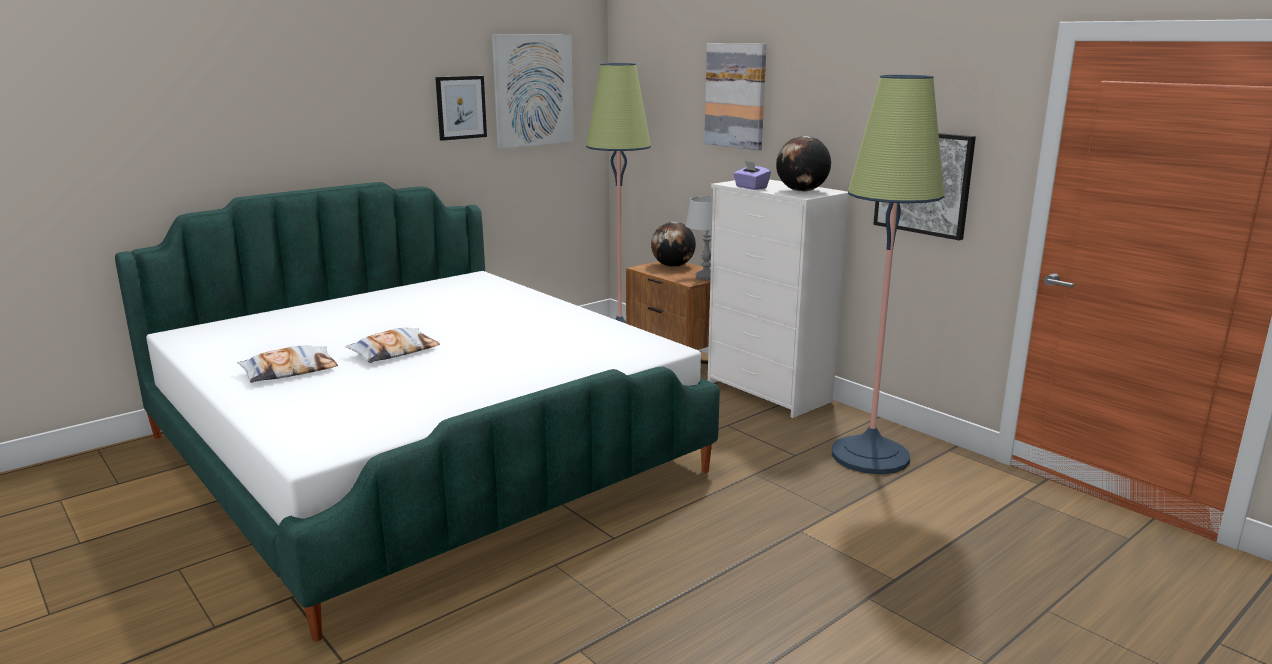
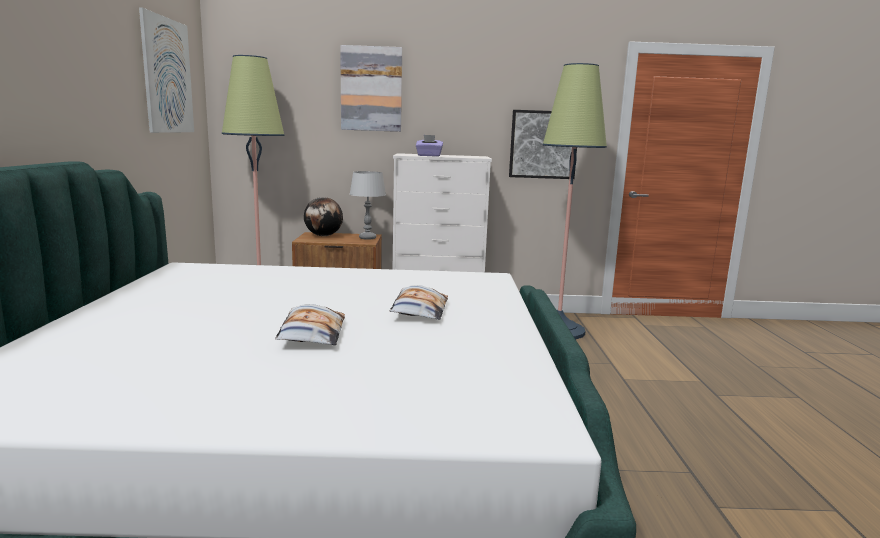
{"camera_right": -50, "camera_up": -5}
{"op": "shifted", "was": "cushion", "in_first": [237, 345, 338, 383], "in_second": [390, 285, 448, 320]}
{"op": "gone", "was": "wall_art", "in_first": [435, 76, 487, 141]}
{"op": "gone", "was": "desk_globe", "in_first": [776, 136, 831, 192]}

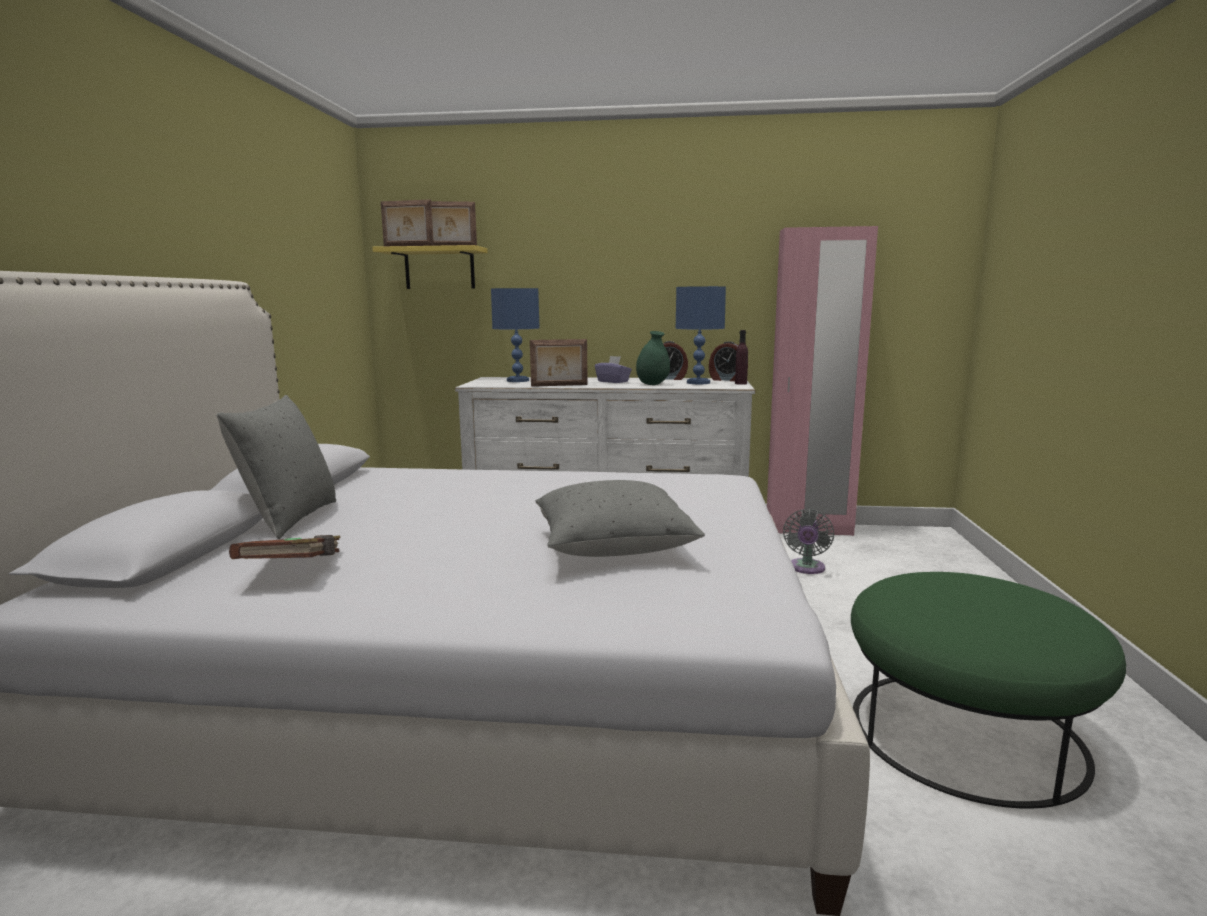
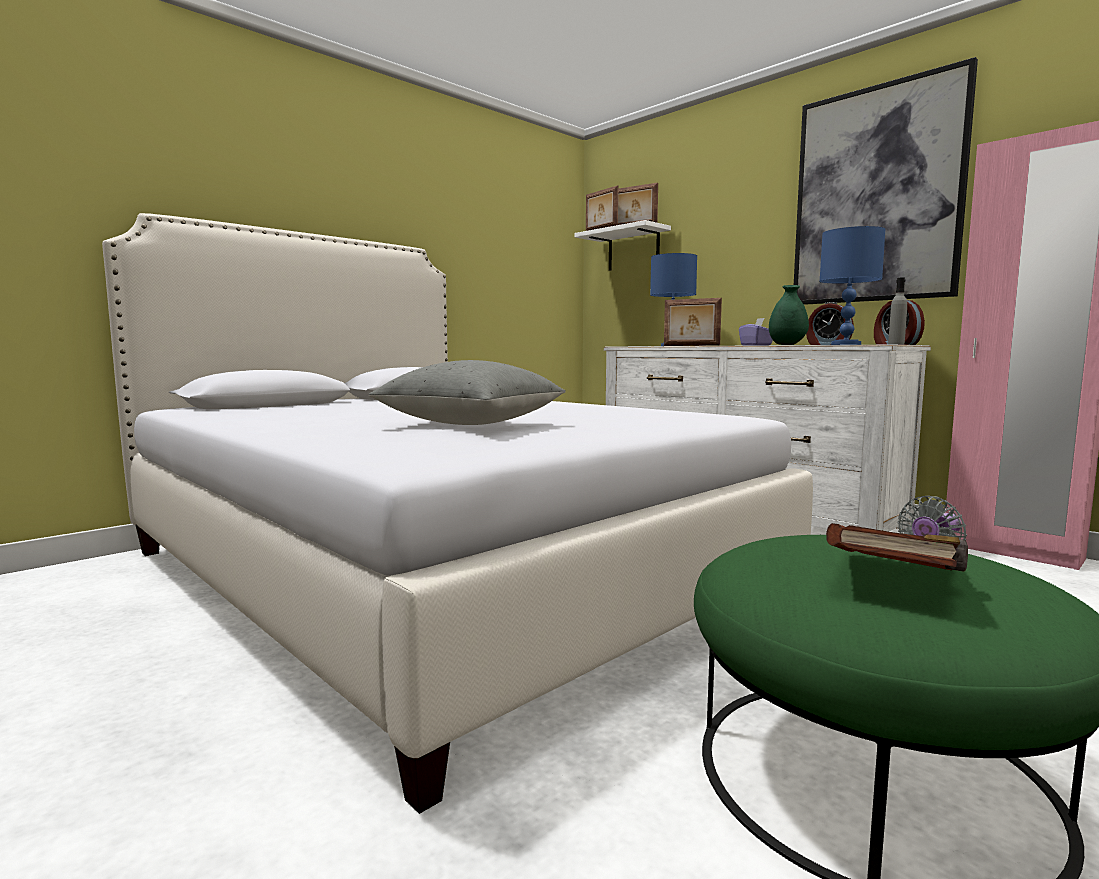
{"camera_right": 40, "camera_up": -5}
{"op": "repainted", "was": "yellowish_wall_shelf", "now": "white-coloured_wall_shelf", "in_first": [372, 245, 488, 289], "in_second": [575, 220, 671, 271]}
{"op": "new", "now": "wall_art", "in_second": [794, 57, 978, 305]}
{"op": "shifted", "was": "brown_volume", "in_first": [229, 535, 341, 559], "in_second": [826, 523, 968, 572]}
{"op": "repainted", "was": "purple_drink_bottle", "now": "gray_drink_bottle", "in_first": [735, 330, 748, 385], "in_second": [888, 277, 907, 345]}
{"op": "gone", "was": "gray_cushion", "in_first": [216, 395, 336, 539]}

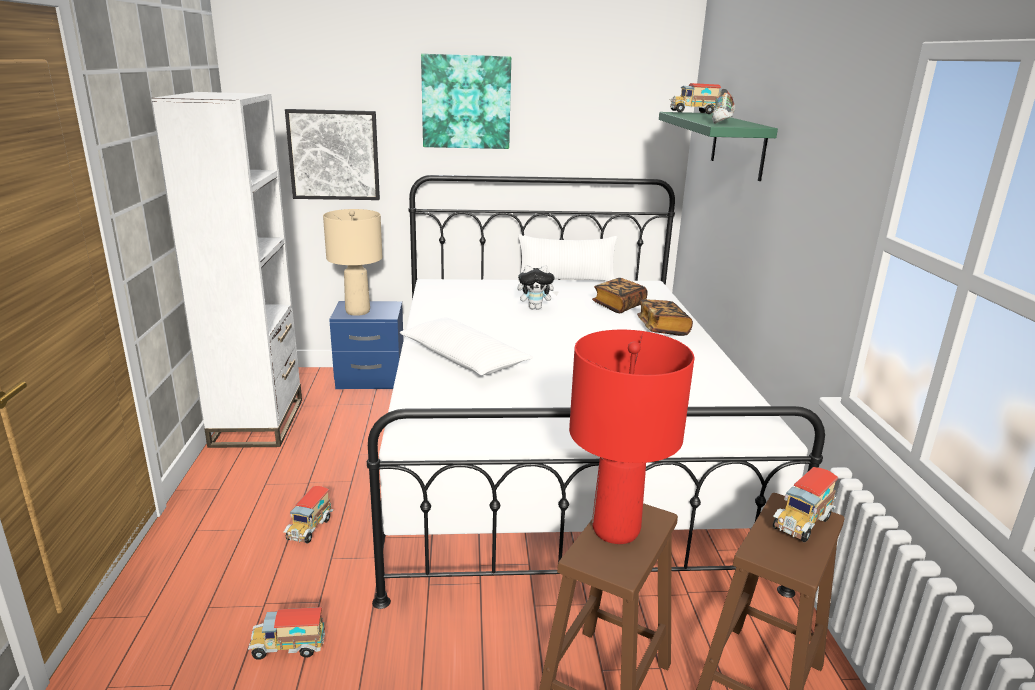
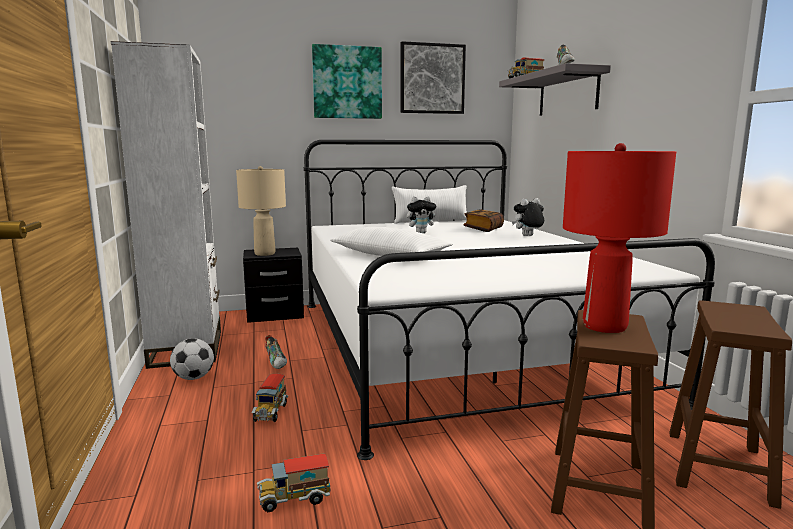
{"camera_right": -10, "camera_up": -10}
{"op": "new", "now": "football_ball", "in_second": [170, 338, 214, 380]}
{"op": "repainted", "was": "blue-coloured_night_table", "now": "blackish_night_table", "in_first": [329, 301, 404, 389], "in_second": [243, 248, 304, 323]}
{"op": "new", "now": "shoe", "in_second": [265, 335, 287, 369]}
{"op": "shifted", "was": "wall_art", "in_first": [285, 109, 380, 200], "in_second": [400, 41, 466, 114]}
{"op": "repainted", "was": "green-coloured_wall_shelf", "now": "gray_wall_shelf", "in_first": [659, 112, 778, 181], "in_second": [499, 63, 611, 116]}
{"op": "swapped", "was": "volume", "now": "soft_toy", "in_first": [637, 299, 693, 336], "in_second": [512, 198, 544, 236]}
{"op": "gone", "was": "model_truck", "in_first": [773, 467, 838, 542]}

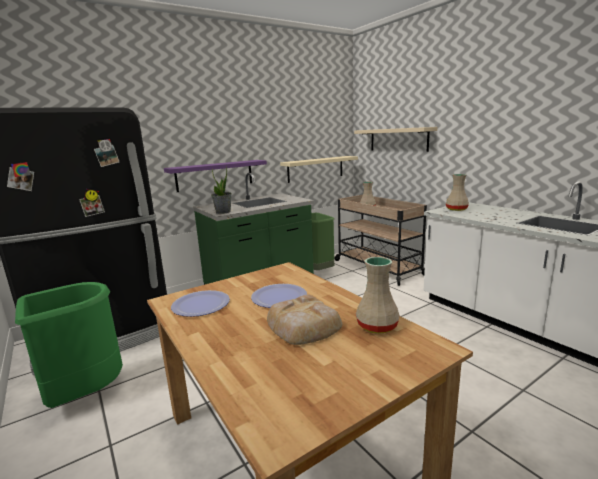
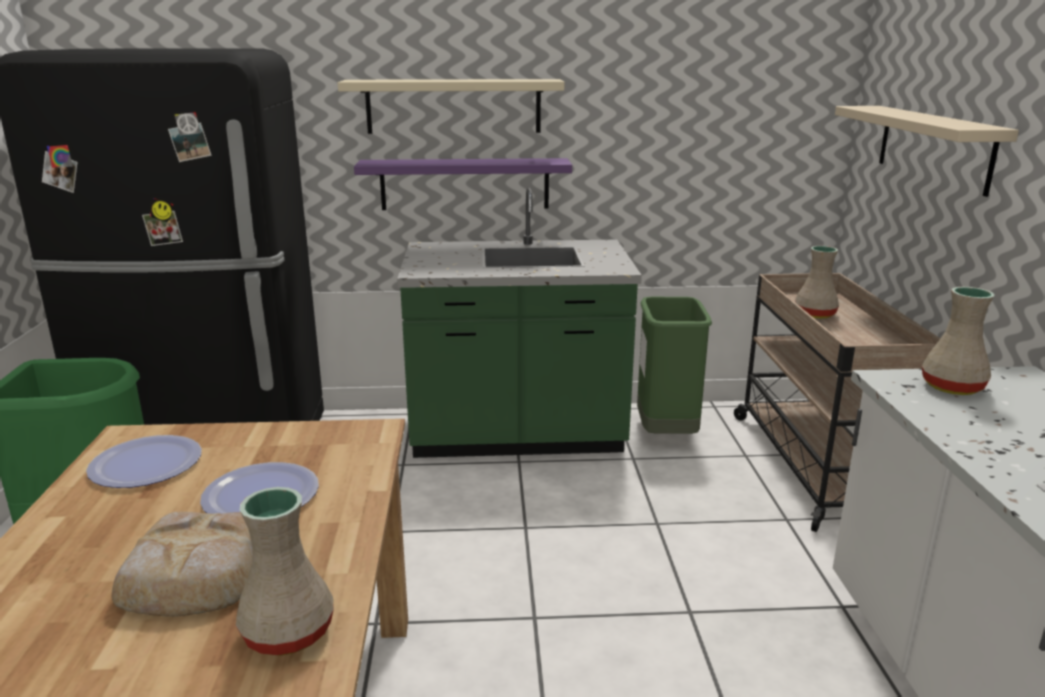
{"camera_right": 30, "camera_up": 5}
{"op": "shifted", "was": "beige_wall_shelf", "in_first": [280, 156, 358, 183], "in_second": [338, 79, 564, 134]}
{"op": "gone", "was": "plant_in_a_pot", "in_first": [211, 166, 232, 214]}

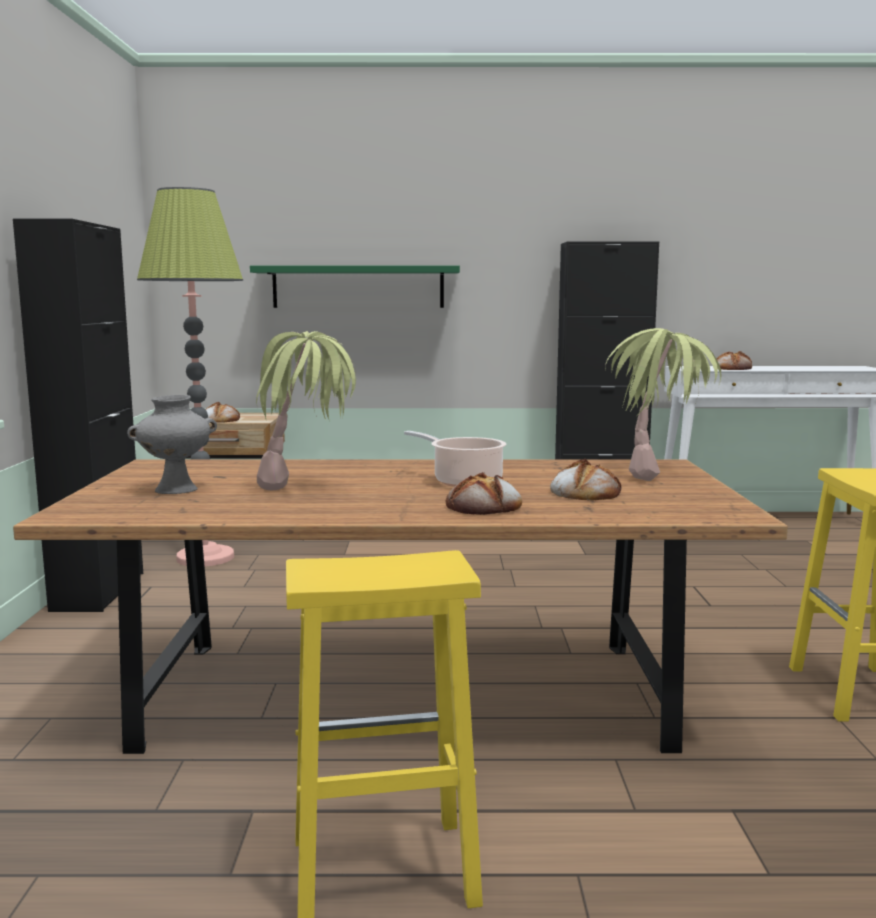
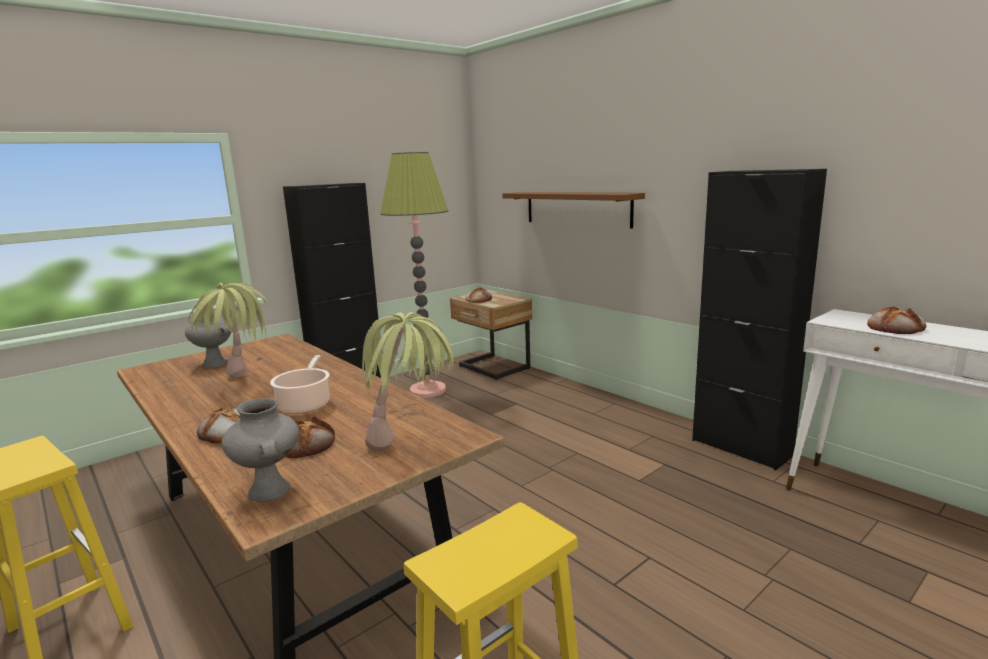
{"camera_right": 50, "camera_up": 5}
{"op": "new", "now": "gray_flower_vase", "in_second": [222, 398, 299, 502]}
{"op": "repainted", "was": "green-coloured_wall_shelf", "now": "brown_wall_shelf", "in_first": [250, 265, 460, 308], "in_second": [502, 192, 645, 229]}

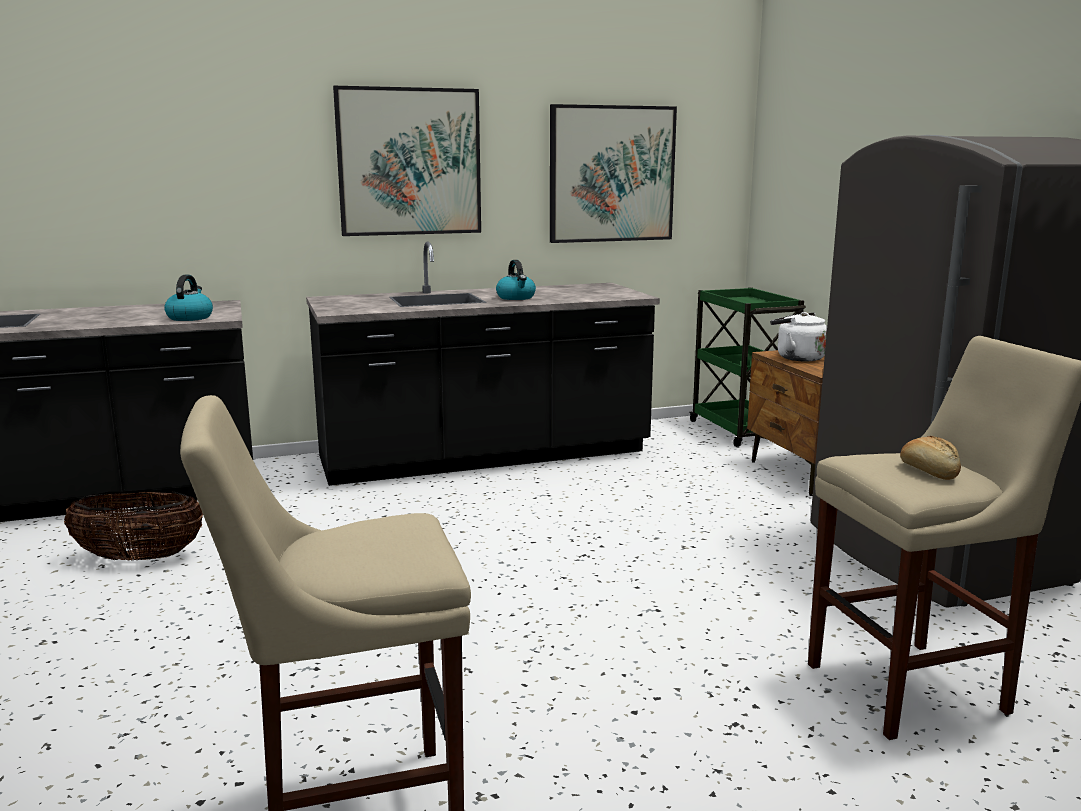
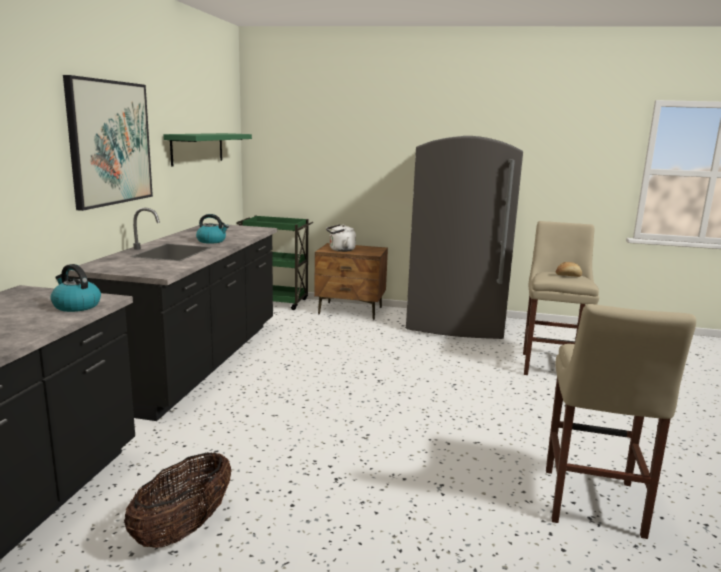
{"camera_right": -60, "camera_up": 0}
{"op": "swapped", "was": "wall_art", "now": "green-coloured_wall_shelf", "in_first": [550, 104, 677, 243], "in_second": [163, 133, 252, 166]}

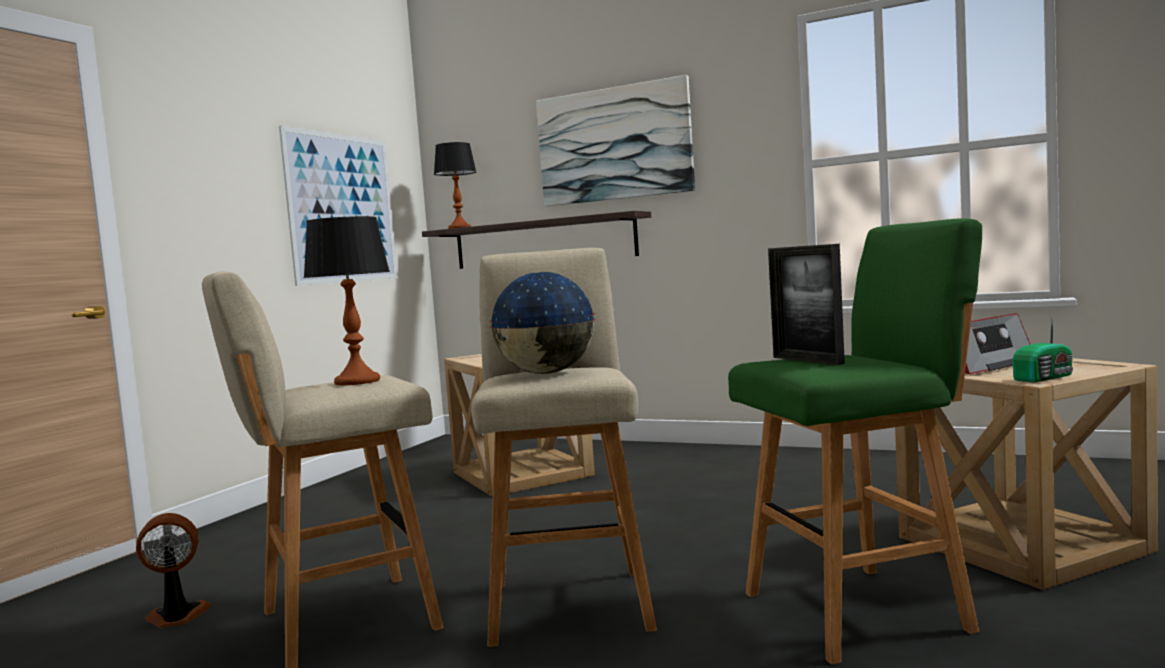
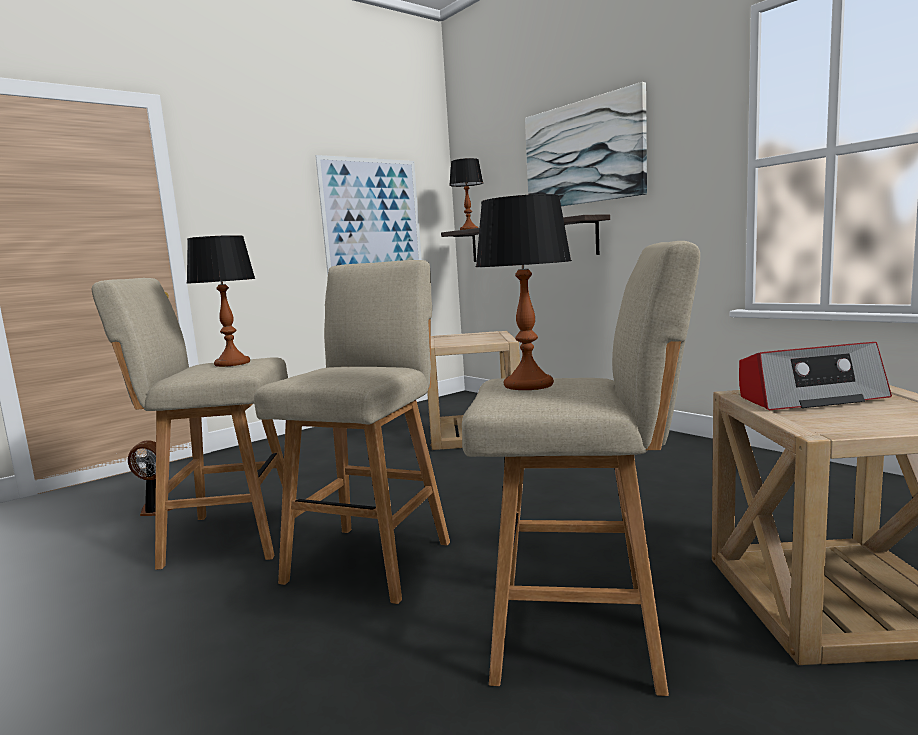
{"camera_right": 25, "camera_up": 5}
{"op": "repainted", "was": "green-coloured_sitting_stool", "now": "beige_sitting_stool", "in_first": [728, 219, 982, 665], "in_second": [462, 241, 700, 696]}
{"op": "swapped", "was": "picture_frame", "now": "lamp_for_a_table", "in_first": [768, 244, 845, 365], "in_second": [476, 194, 572, 390]}
{"op": "gone", "was": "desk_globe", "in_first": [489, 272, 596, 374]}
{"op": "gone", "was": "radio_receiver", "in_first": [1013, 314, 1073, 383]}

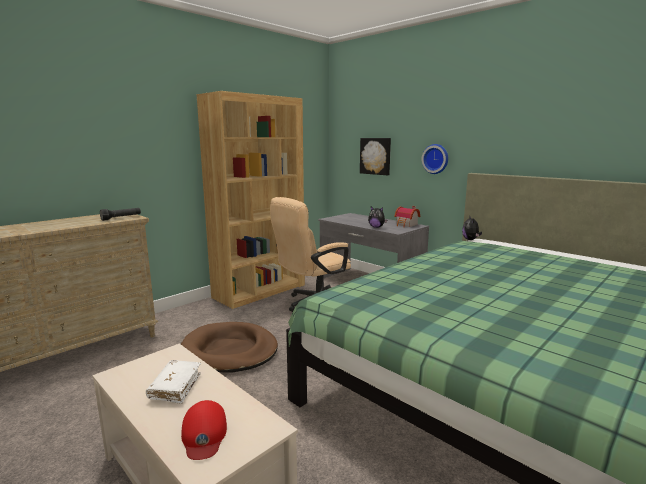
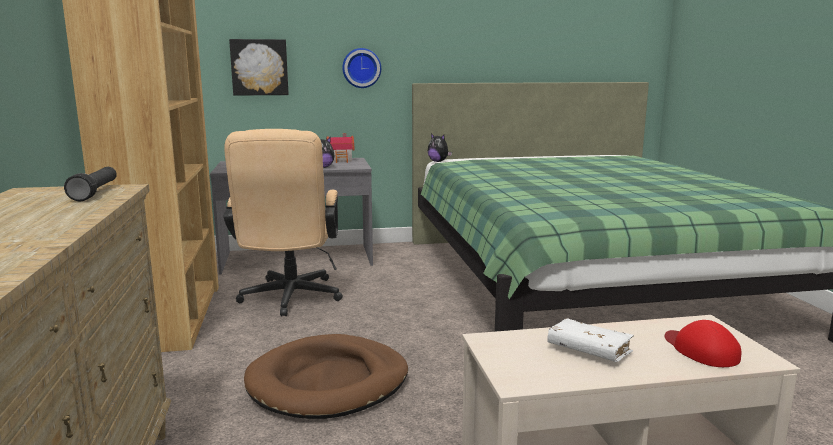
{"camera_right": -55, "camera_up": 0}
{"op": "rotated", "was": "reddish_peaked_cap", "in_first": [181, 400, 227, 460], "in_second": [664, 320, 741, 367], "clockwise": -135}

